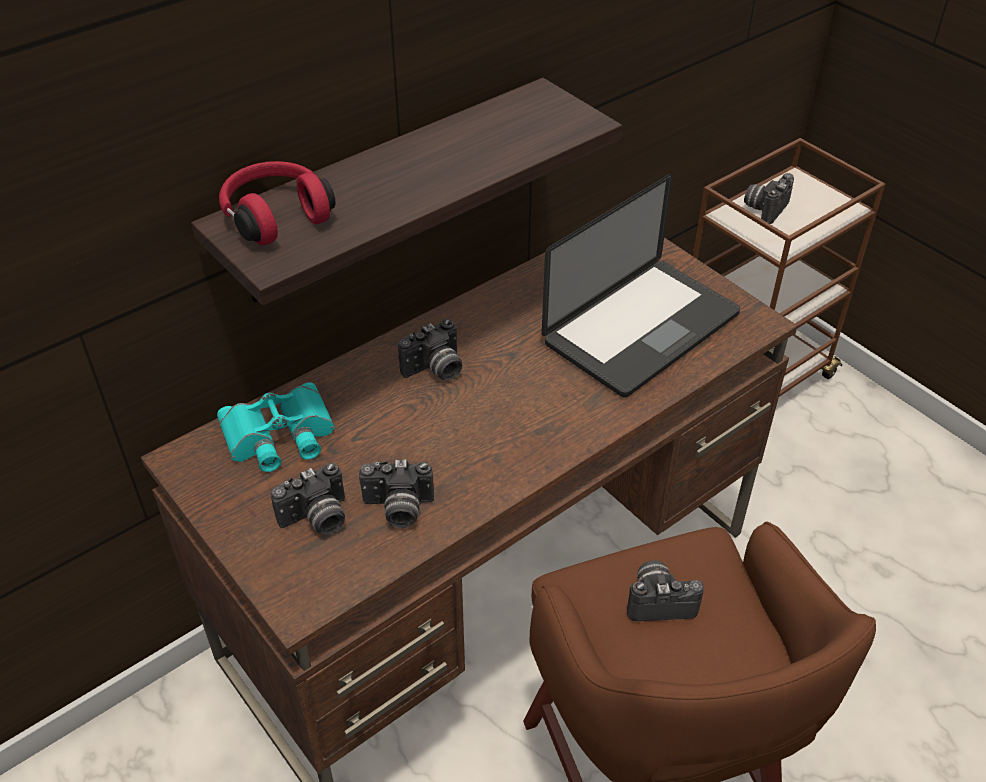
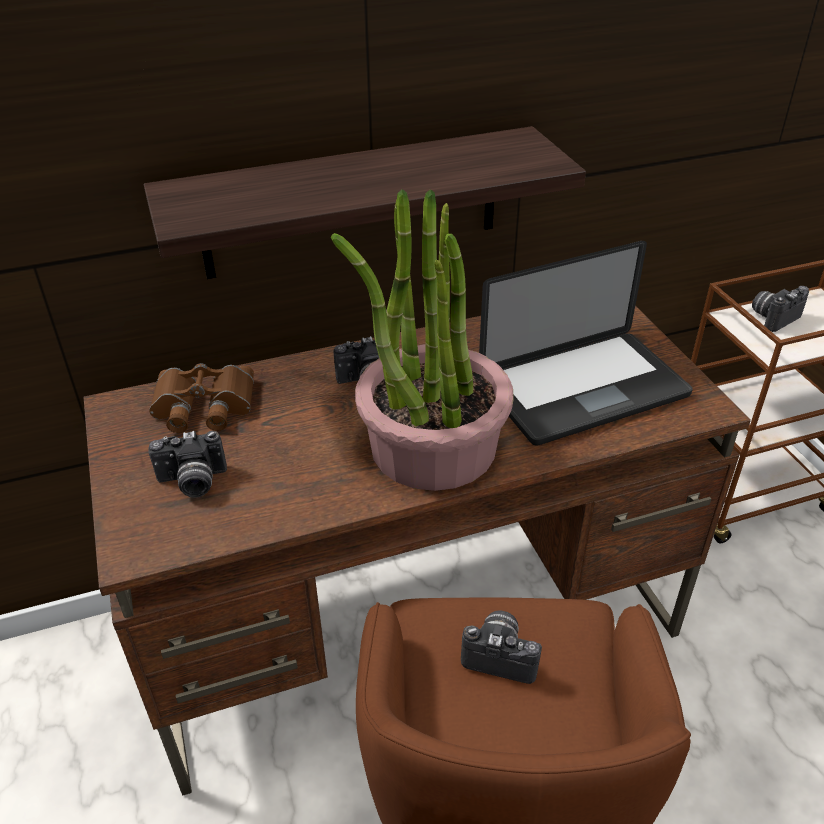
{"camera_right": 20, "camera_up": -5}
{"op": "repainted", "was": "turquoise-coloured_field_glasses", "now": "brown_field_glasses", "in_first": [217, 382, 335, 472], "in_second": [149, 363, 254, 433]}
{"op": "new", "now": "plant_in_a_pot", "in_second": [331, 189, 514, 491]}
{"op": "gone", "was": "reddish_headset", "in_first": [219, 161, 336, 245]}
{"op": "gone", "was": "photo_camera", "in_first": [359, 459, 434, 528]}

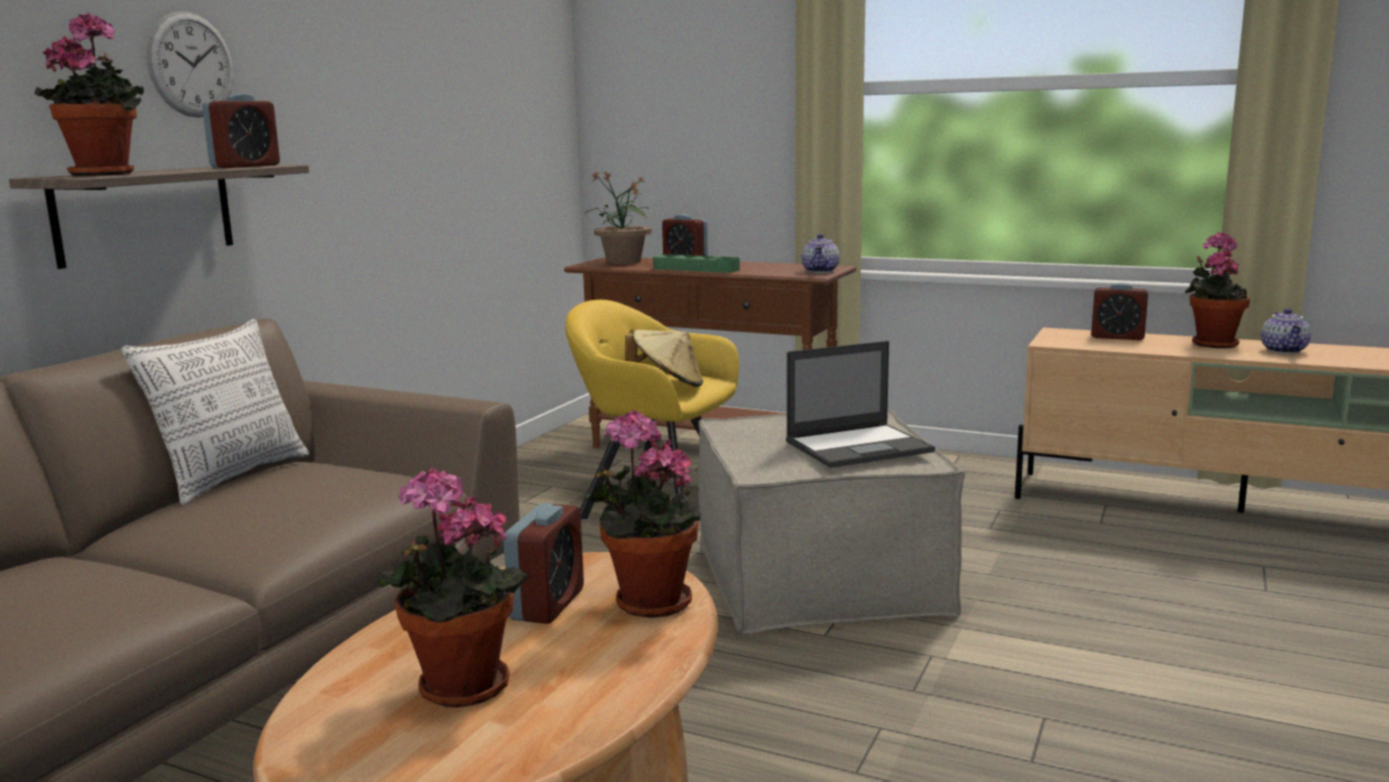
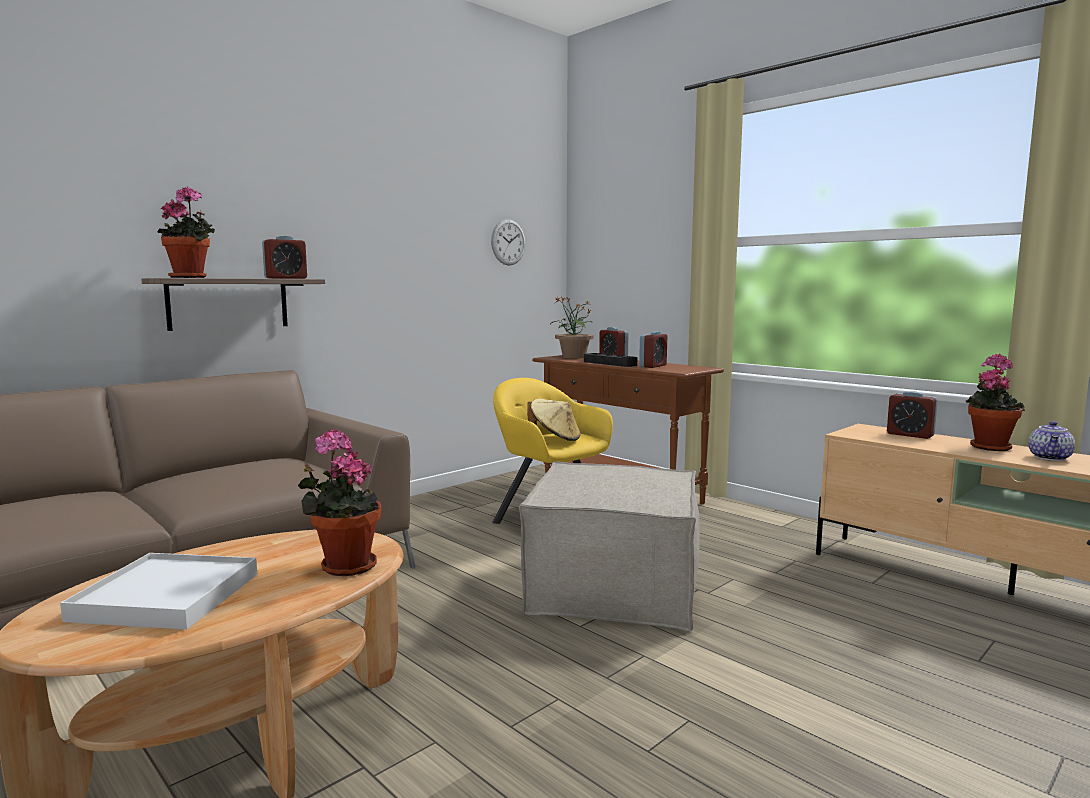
{"camera_right": 20, "camera_up": -5}
{"op": "swapped", "was": "plant_in_a_pot", "now": "white-coloured_carrying_tray", "in_first": [377, 468, 529, 708], "in_second": [60, 553, 257, 630]}
{"op": "shifted", "was": "clock_on_the_wall", "in_first": [146, 11, 233, 118], "in_second": [491, 219, 525, 266]}
{"op": "repainted", "was": "green-coloured_carrying_tray", "now": "blackish_carrying_tray", "in_first": [653, 254, 740, 273], "in_second": [584, 353, 637, 367]}
{"op": "shifted", "was": "alarm_clock", "in_first": [503, 503, 584, 624], "in_second": [639, 331, 667, 368]}
{"op": "gone", "was": "cushion", "in_first": [121, 319, 309, 505]}
{"op": "gone", "was": "notebook_computer", "in_first": [786, 341, 935, 468]}
{"op": "gone", "was": "teapot", "in_first": [802, 234, 839, 273]}

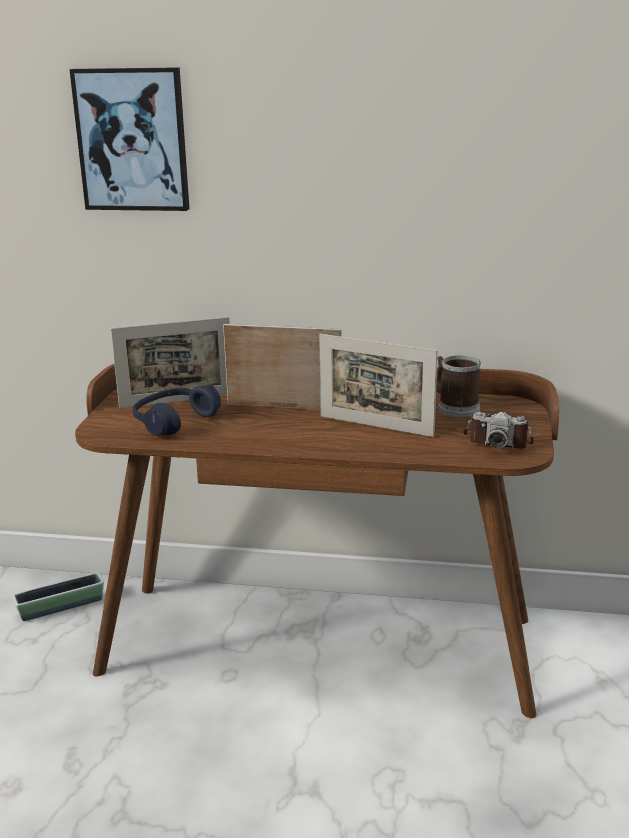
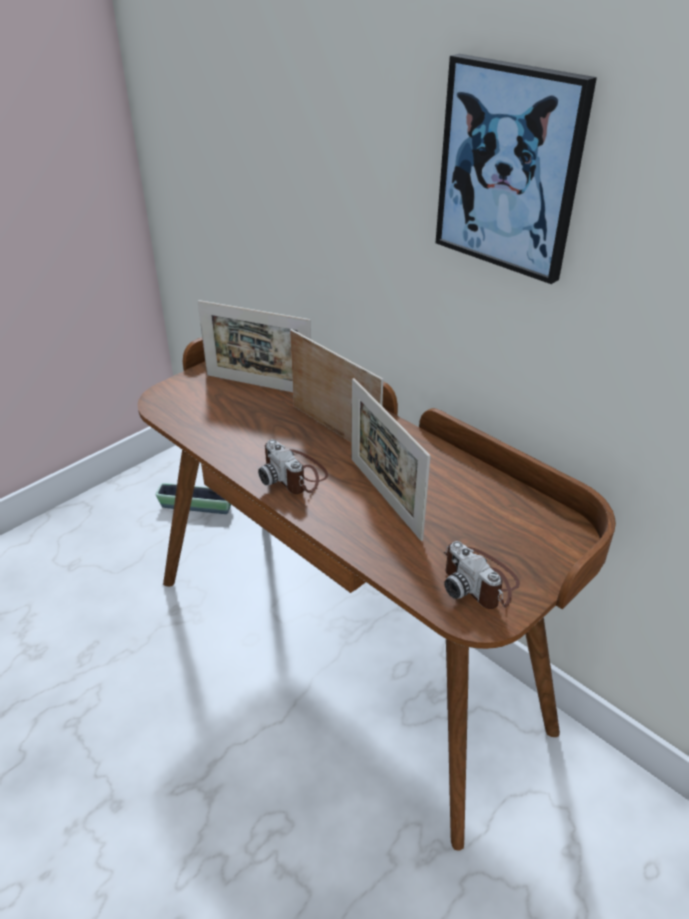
{"camera_right": 35, "camera_up": 15}
{"op": "new", "now": "photo_camera", "in_second": [258, 439, 328, 494]}
{"op": "shifted", "was": "wall_art", "in_first": [69, 67, 189, 211], "in_second": [436, 54, 597, 284]}
{"op": "gone", "was": "blue-coloured_headset", "in_first": [132, 385, 221, 436]}
{"op": "gone", "was": "coffee_mug", "in_first": [436, 355, 481, 418]}

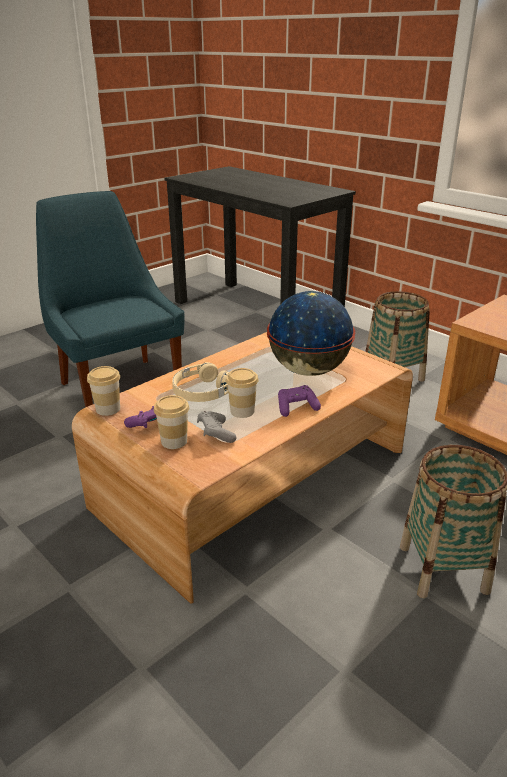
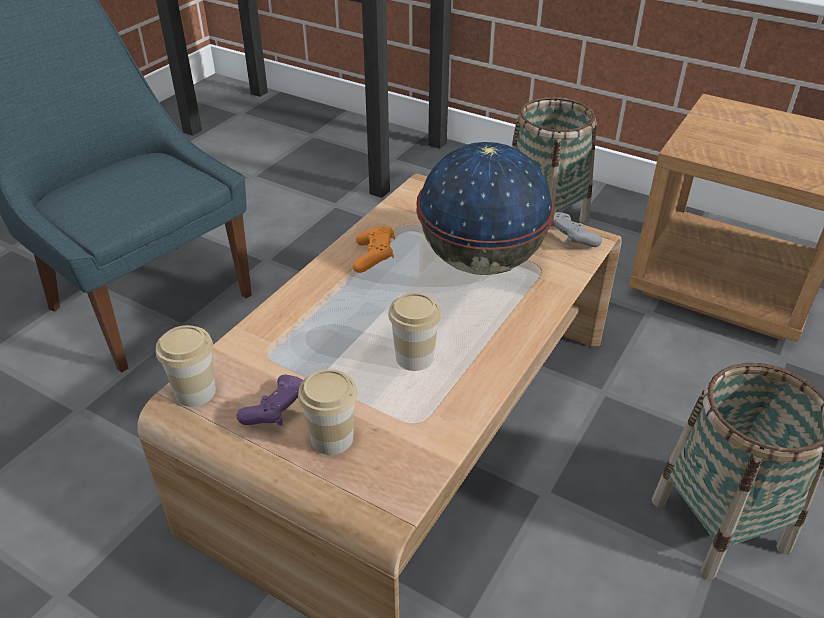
{"camera_right": -15, "camera_up": 10}
{"op": "new", "now": "orange-coloured_game_controller", "in_second": [352, 226, 395, 273]}
{"op": "shifted", "was": "gray_game_controller", "in_first": [197, 411, 236, 443], "in_second": [551, 212, 602, 247]}
{"op": "gone", "was": "beige_headset", "in_first": [172, 362, 229, 402]}
{"op": "gone", "was": "purple_game_controller", "in_first": [278, 385, 321, 417]}

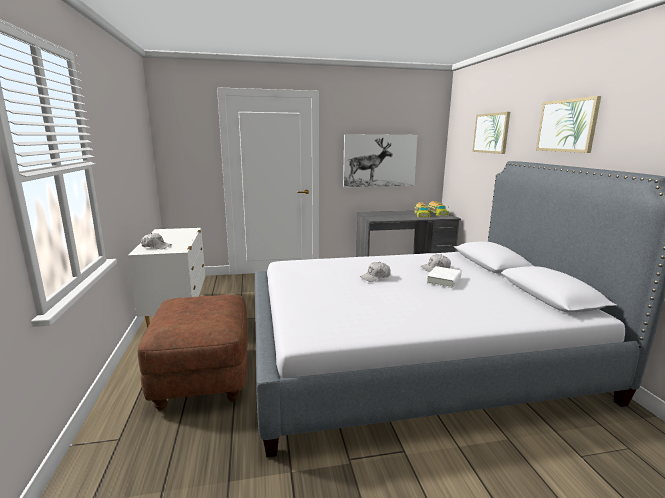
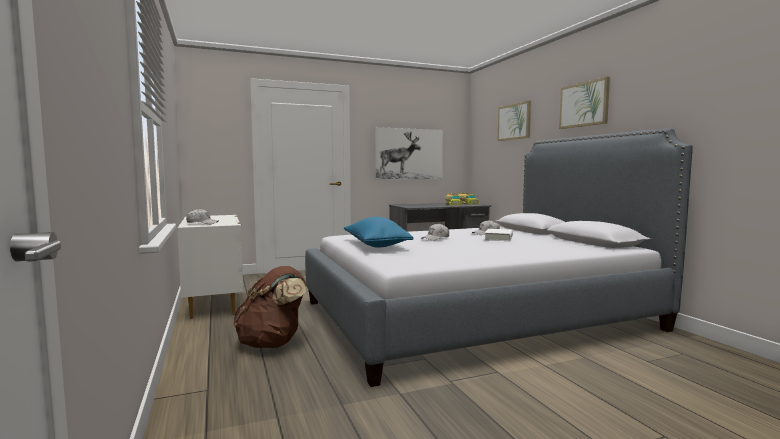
{"camera_right": -10, "camera_up": -10}
{"op": "swapped", "was": "brown_pouffe", "now": "brown_backpack", "in_first": [138, 295, 247, 410], "in_second": [234, 266, 306, 348]}
{"op": "new", "now": "blue-coloured_cushion", "in_second": [344, 217, 414, 248]}

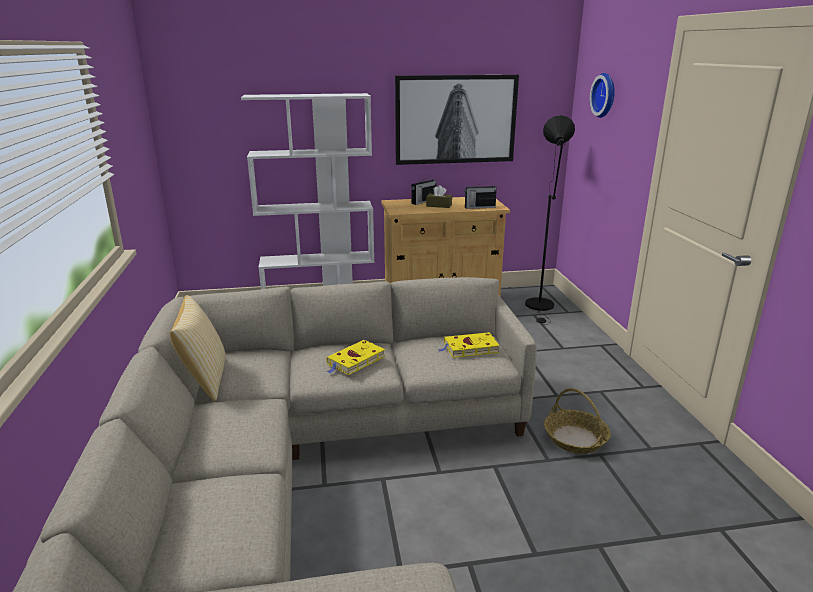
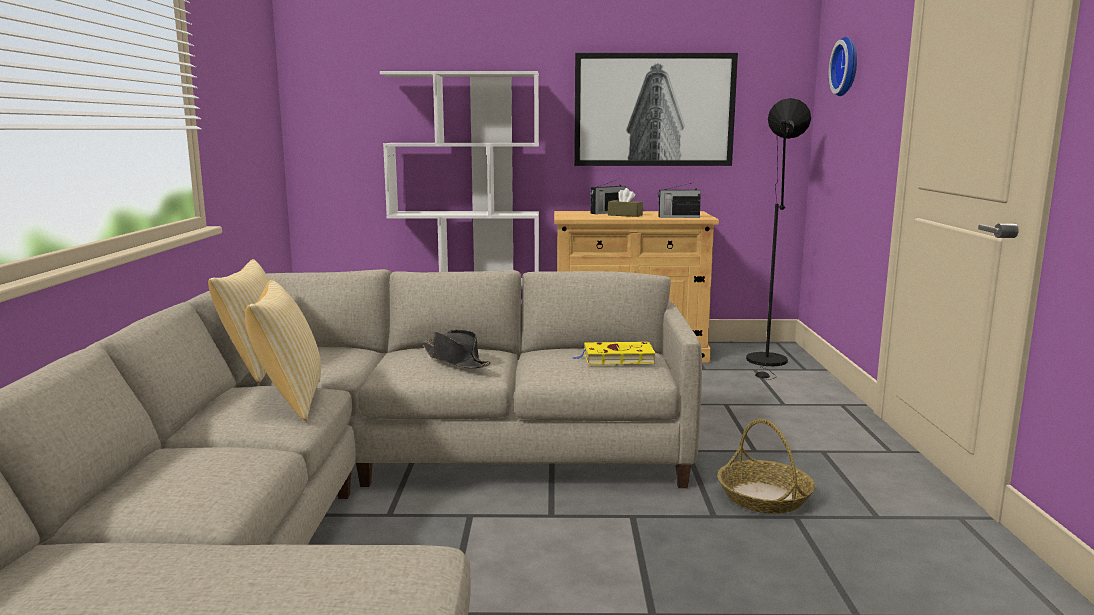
{"camera_right": 10, "camera_up": -10}
{"op": "new", "now": "cushion", "in_second": [245, 280, 321, 421]}
{"op": "swapped", "was": "yellowish_volume", "now": "blackish_hat", "in_first": [326, 340, 385, 375], "in_second": [422, 330, 491, 368]}

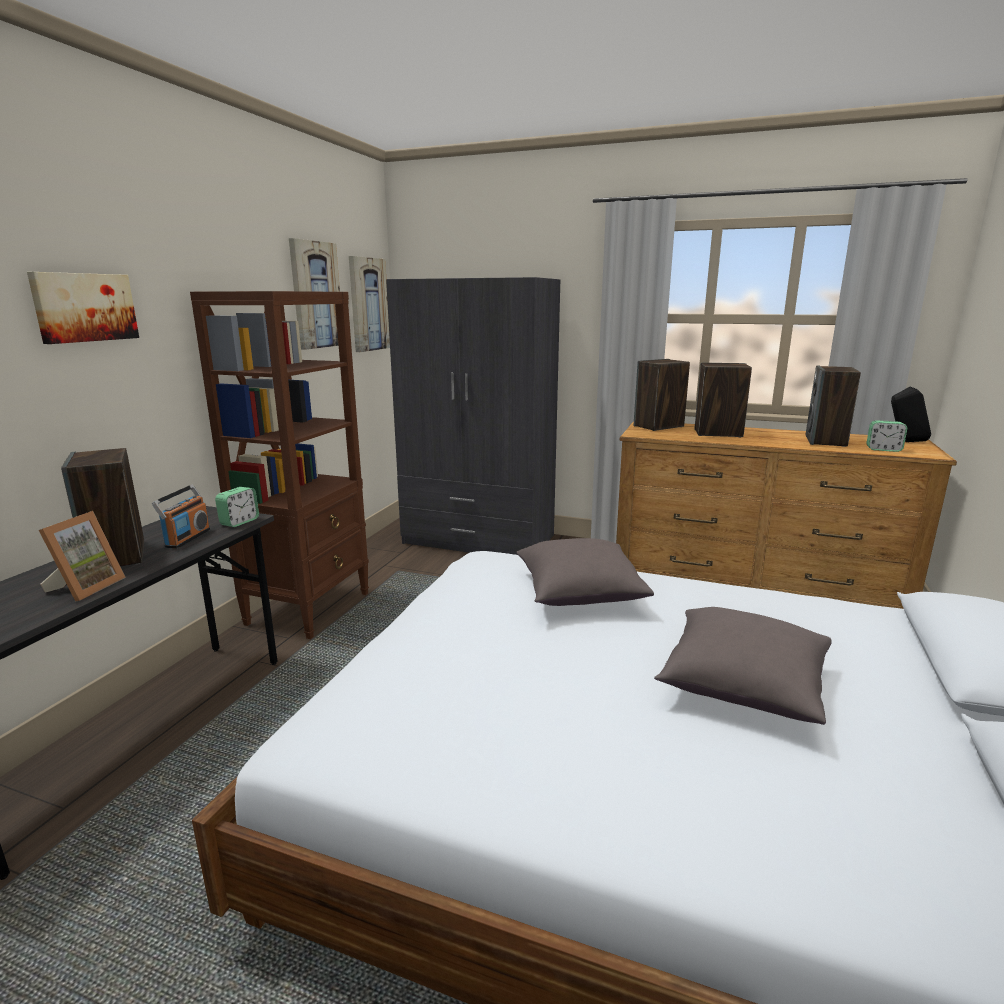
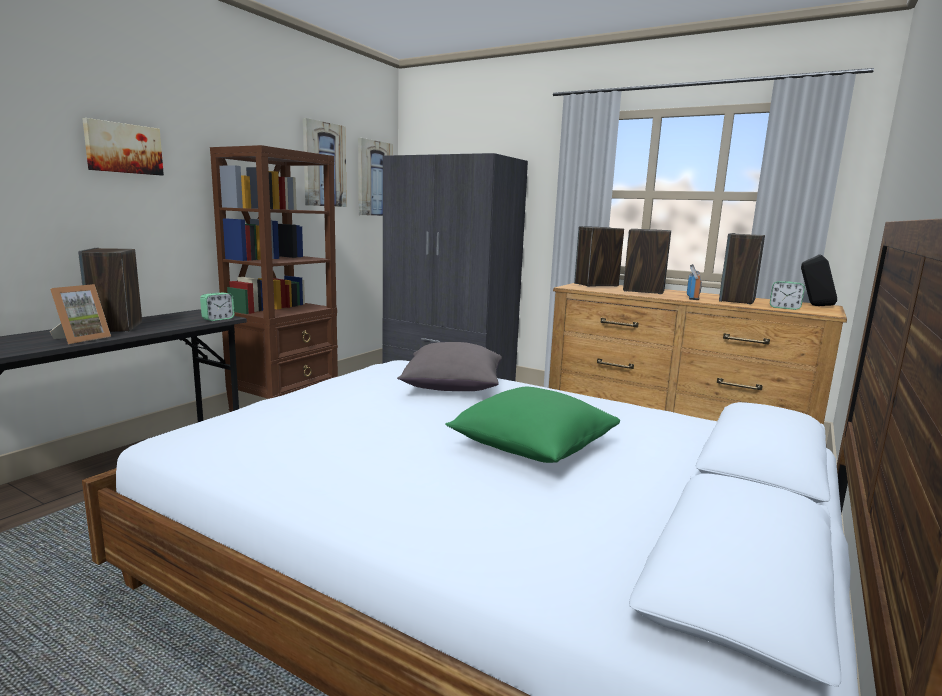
{"camera_right": 10, "camera_up": -5}
{"op": "repainted", "was": "gray_cushion", "now": "green-coloured_cushion", "in_first": [654, 607, 832, 725], "in_second": [445, 387, 620, 463]}
{"op": "shifted", "was": "radio_receiver", "in_first": [152, 485, 210, 549], "in_second": [687, 264, 702, 300]}

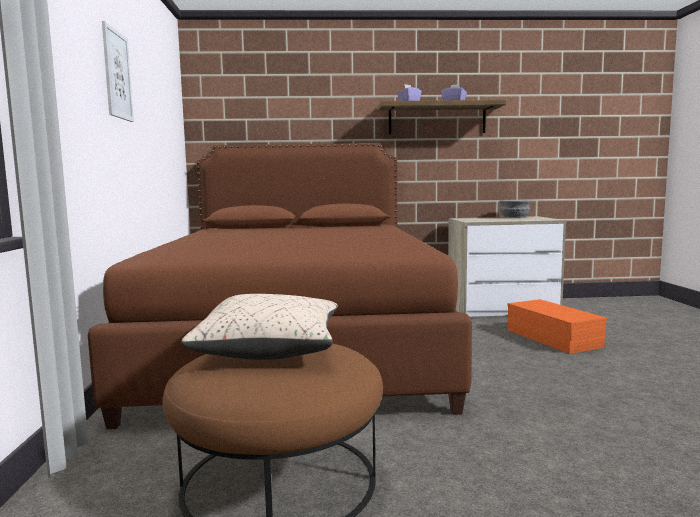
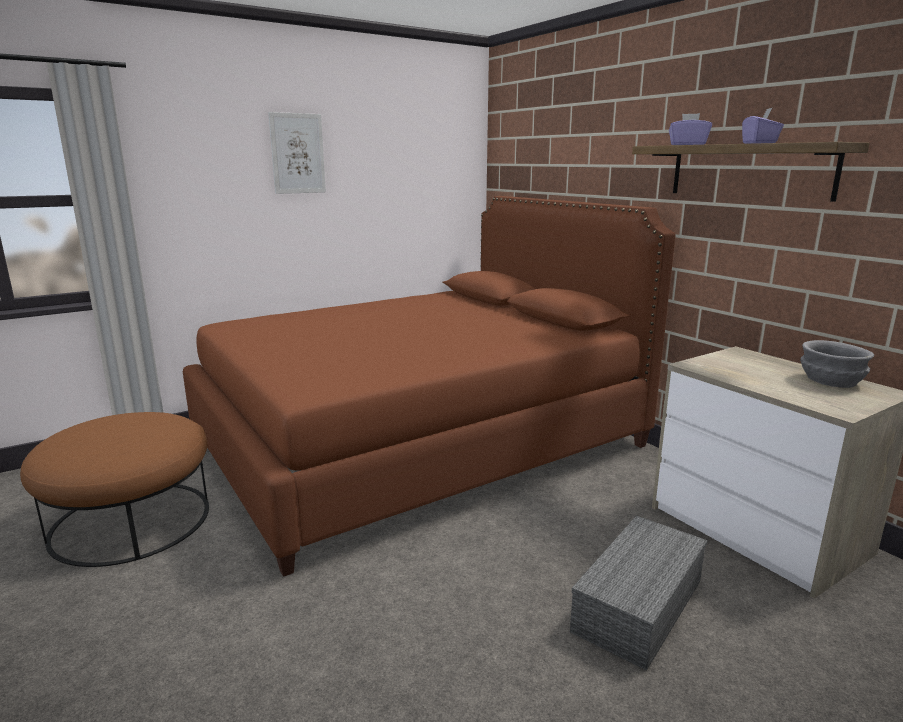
{"camera_right": 60, "camera_up": 10}
{"op": "repainted", "was": "orange-coloured_storage_box", "now": "gray_storage_box", "in_first": [507, 299, 607, 354], "in_second": [570, 516, 708, 670]}
{"op": "gone", "was": "beige_cushion", "in_first": [181, 294, 338, 360]}

